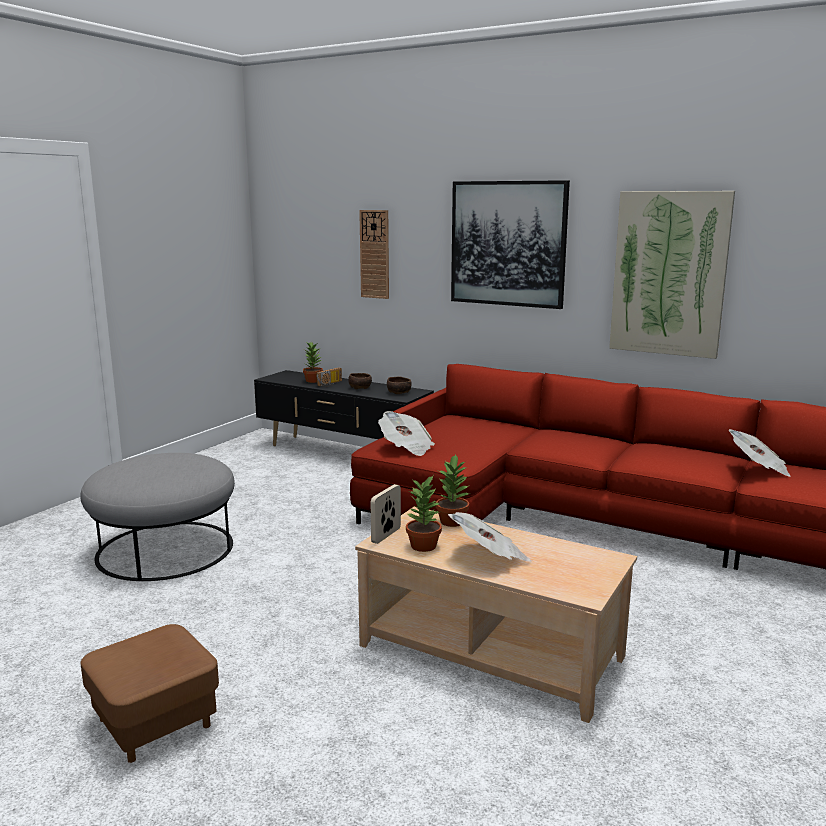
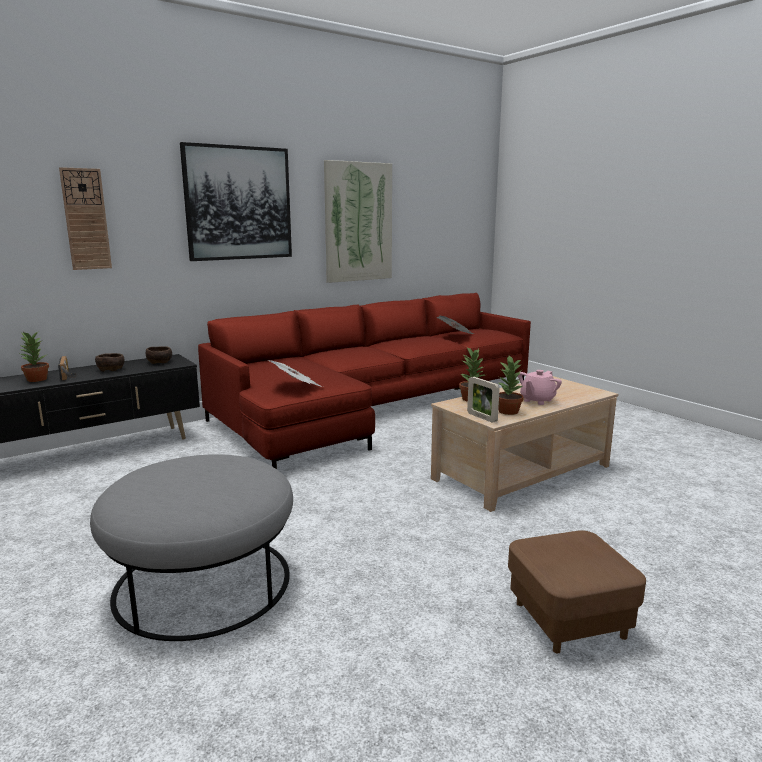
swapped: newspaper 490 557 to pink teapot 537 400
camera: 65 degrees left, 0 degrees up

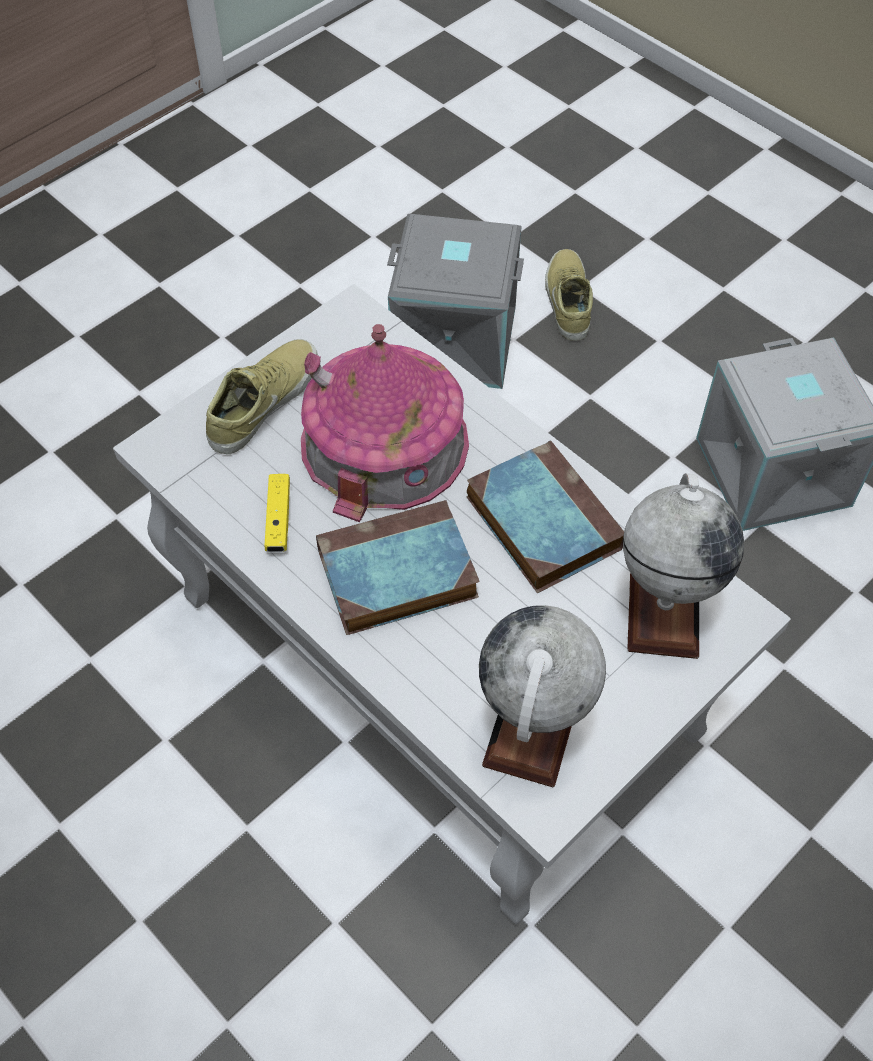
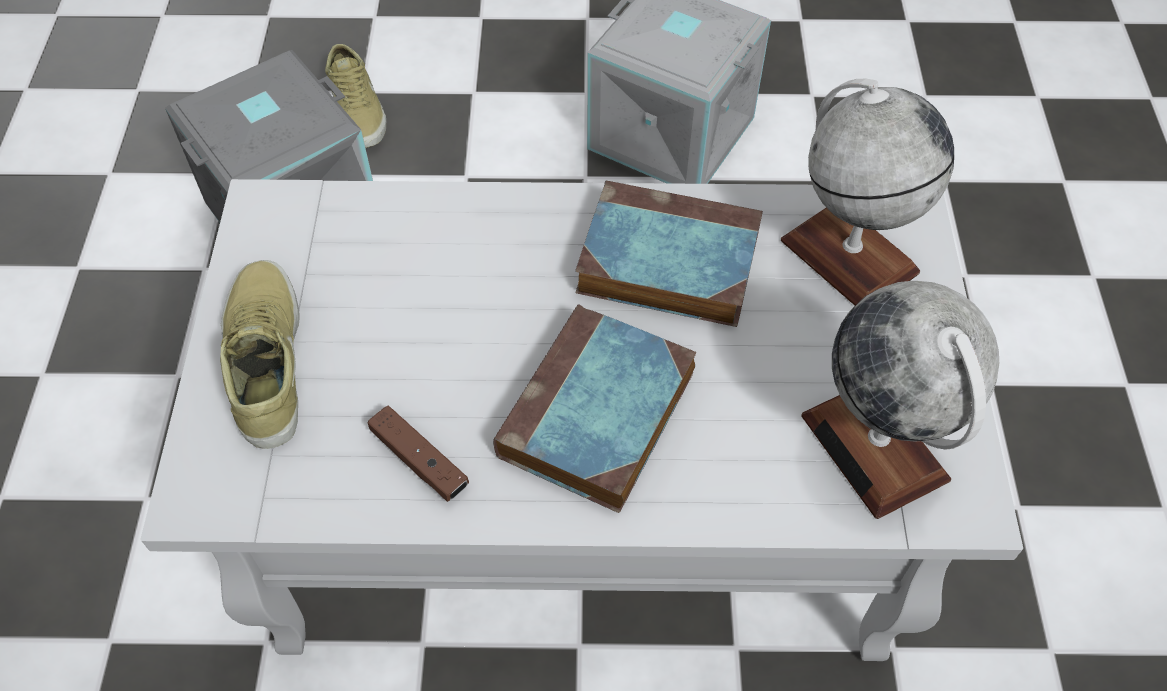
gone: toy house 384 443
repainted: yellow game controller 278 519 to brown game controller 419 460
rotated: beige shoe 566 300 = 359 111 150 degrees counterclockwise
camera: 45 degrees left, 0 degrees up

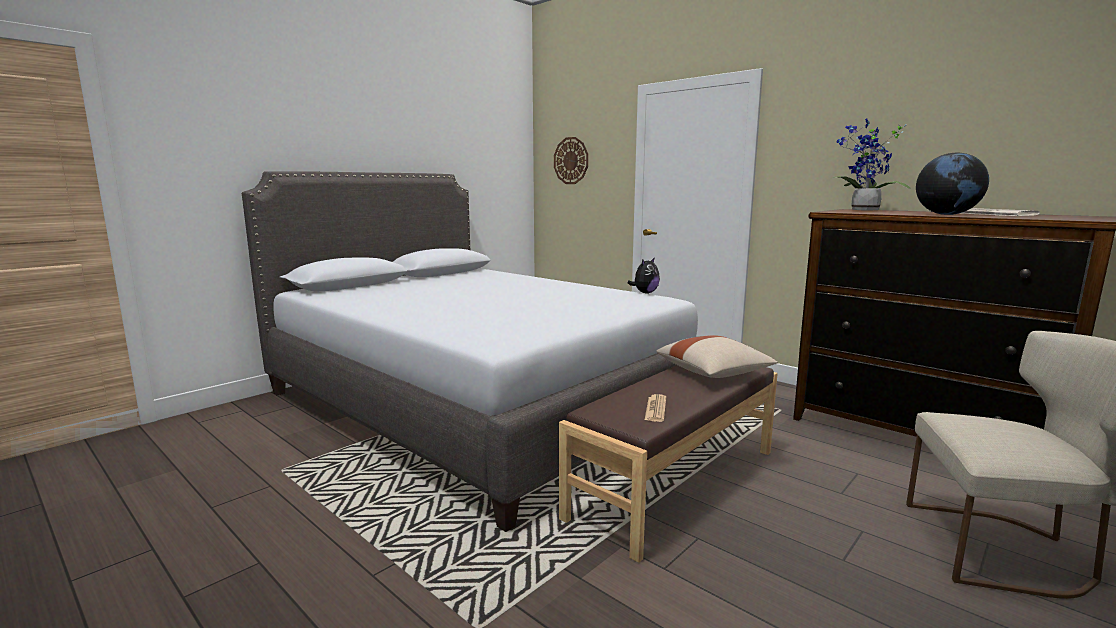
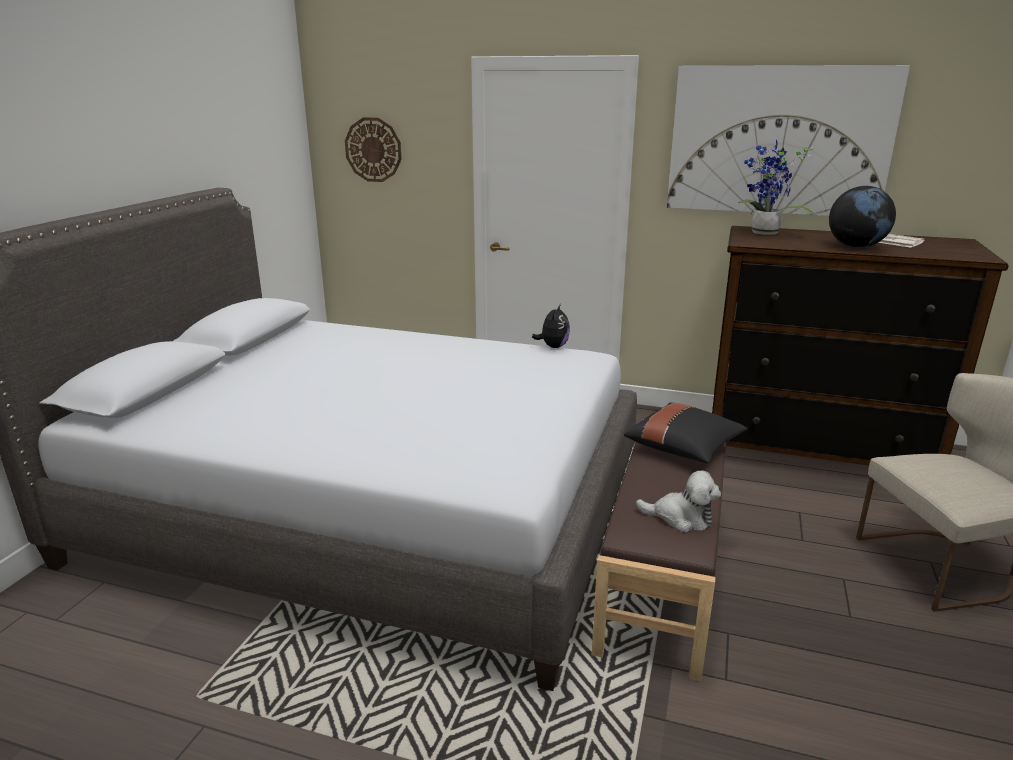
new: picture 778 141
swapped: newspaper 655 409 to plush toy 681 518
repainted: beige pillow 714 373 to black pillow 684 448
camera: 25 degrees left, 10 degrees up

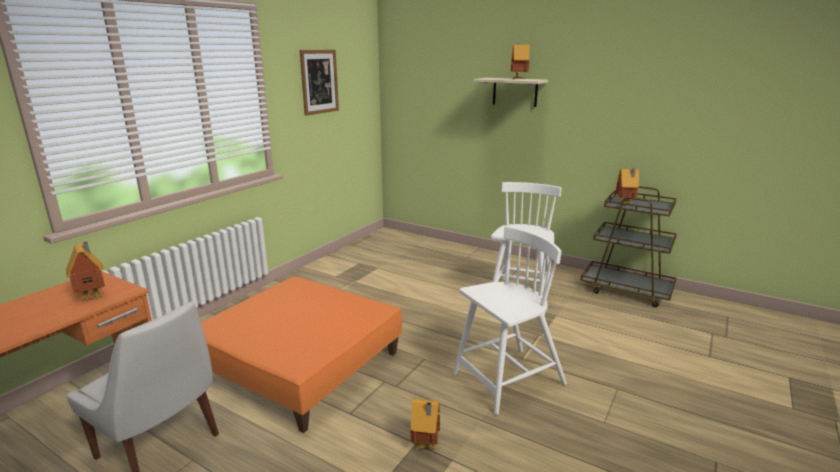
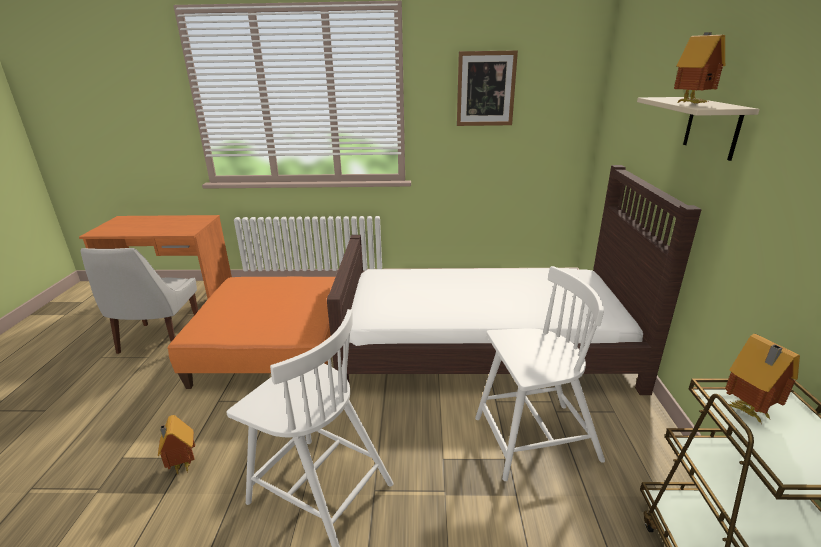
gone: toy house 93 296
new: brown bed 484 347
camera: 60 degrees right, 5 degrees up

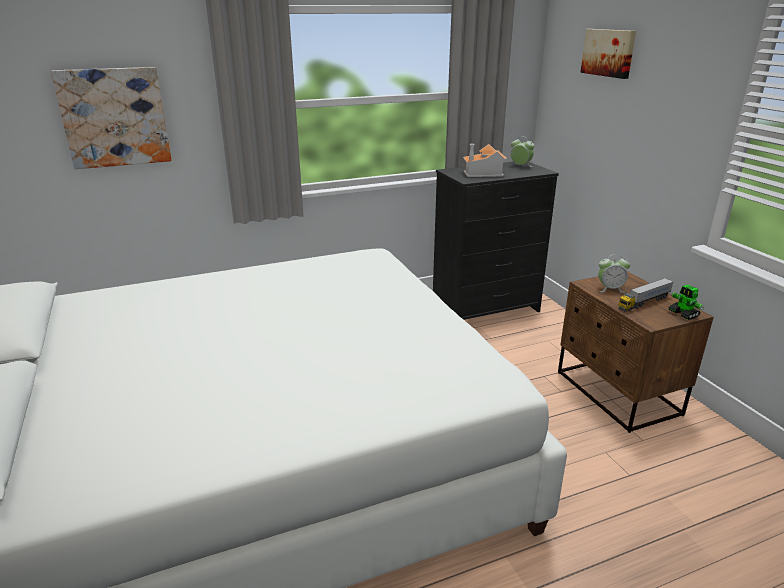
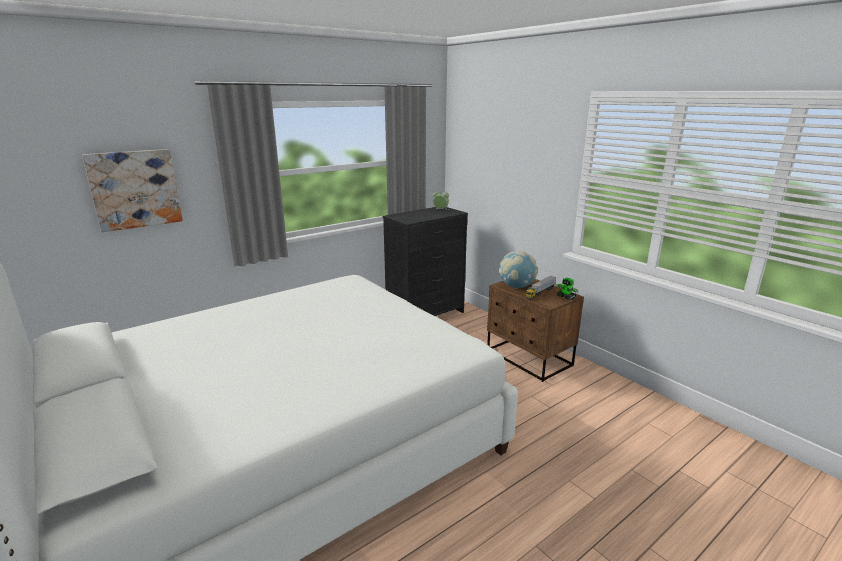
gone: toy house 484 173; picture 609 52
swapped: alarm clock 610 289 to globe 516 287
camera: 15 degrees left, 5 degrees down

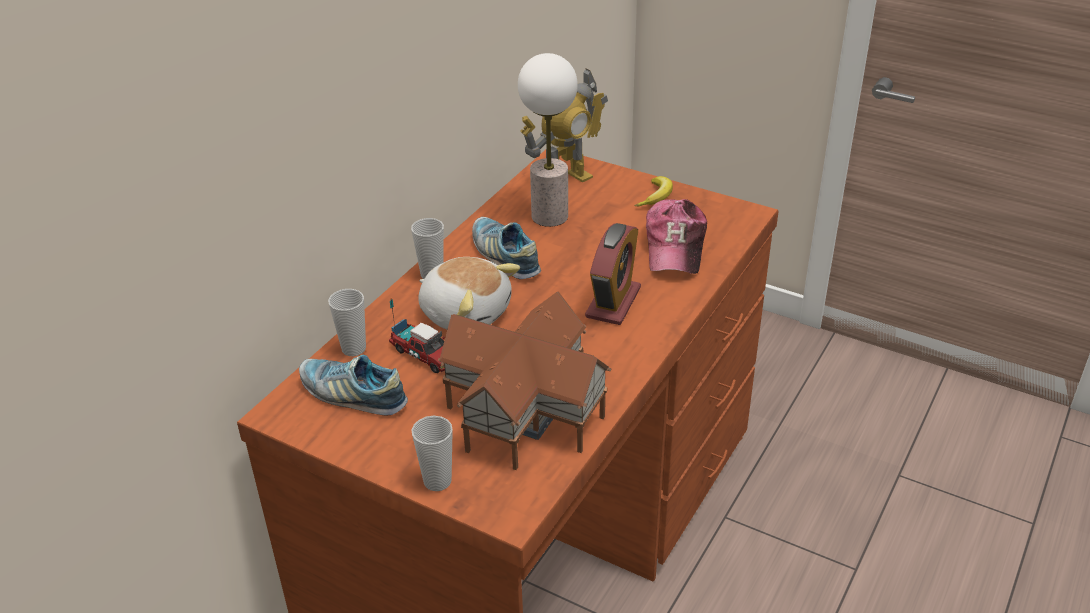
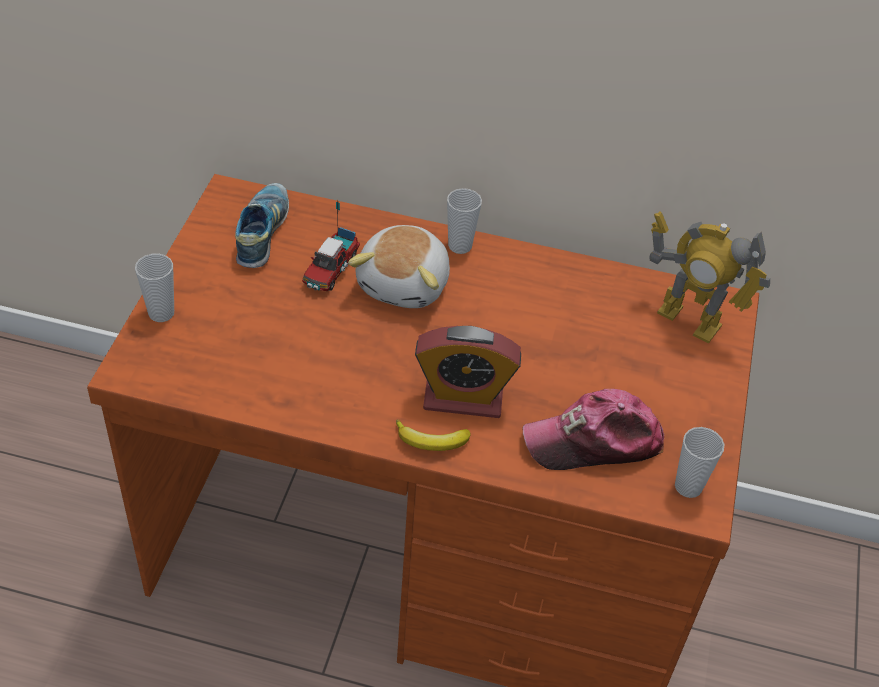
gone: toy house 528 412; shoe 505 256; table lamp 550 216
shifted: cup 353 349 to 688 486; banana 656 197 to 431 442
camera: 70 degrees right, 10 degrees up

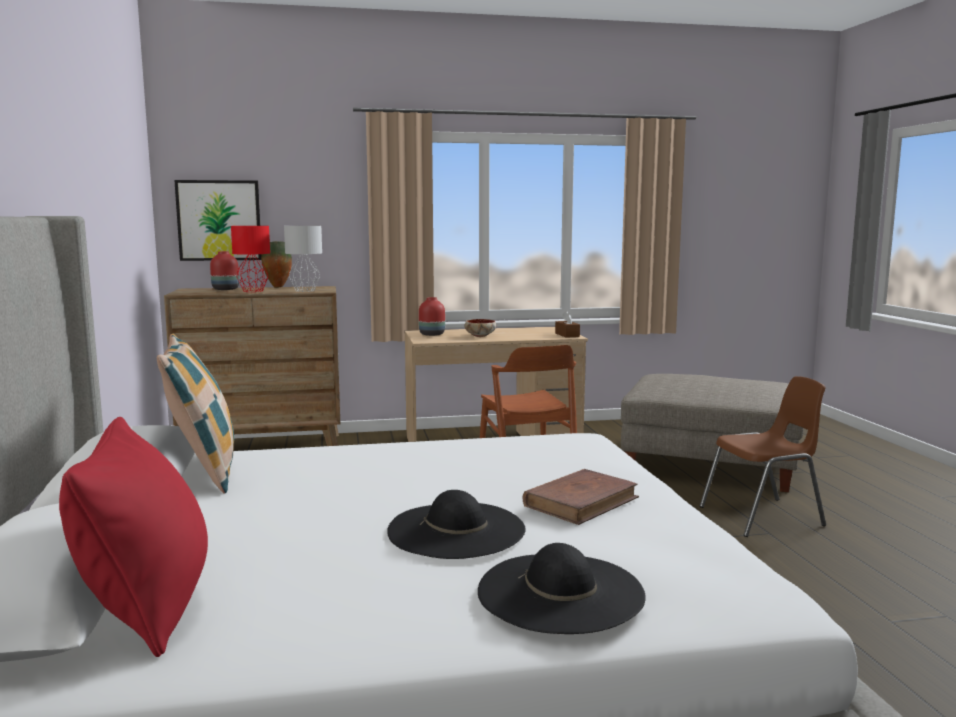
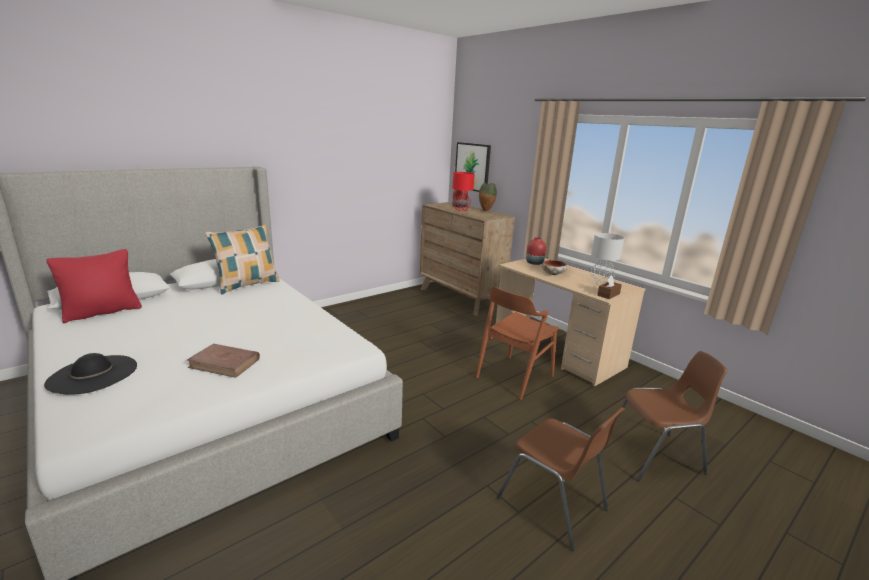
gone: black hat 456 530
shifted: grey table lamp 304 291 to 600 283
swapped: grey ottoman 711 463 to brown chair 655 456
camera: 60 degrees right, 10 degrees up

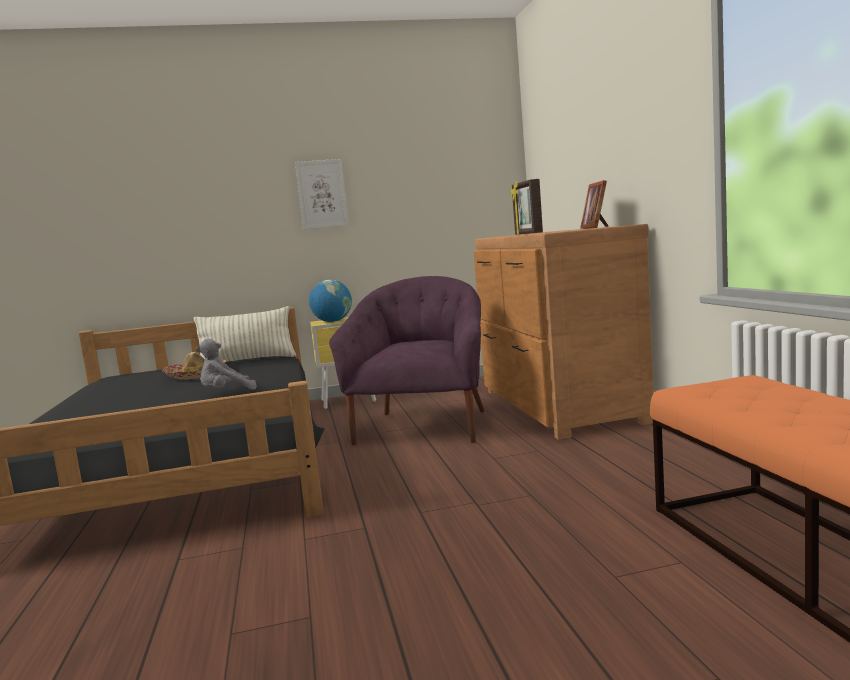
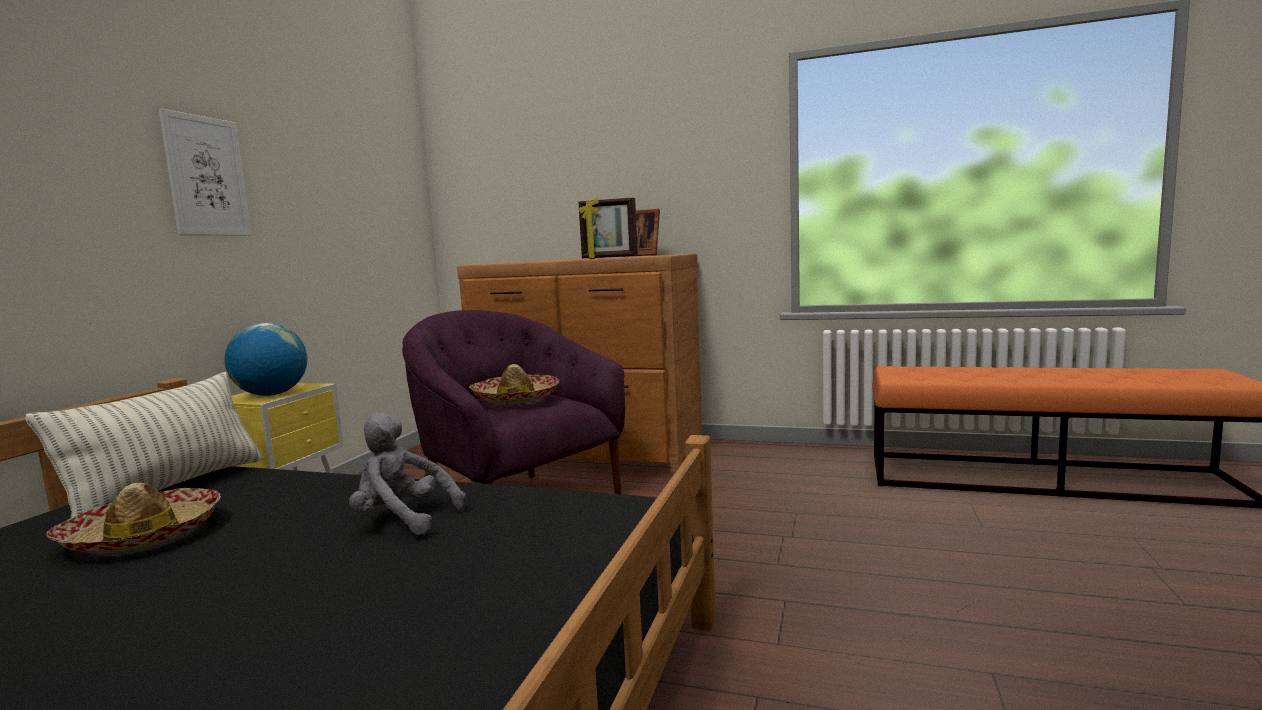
new: hat 515 398
rotated: grey plush toy 226 393 = 403 520 105 degrees clockwise
camera: 60 degrees left, 0 degrees up

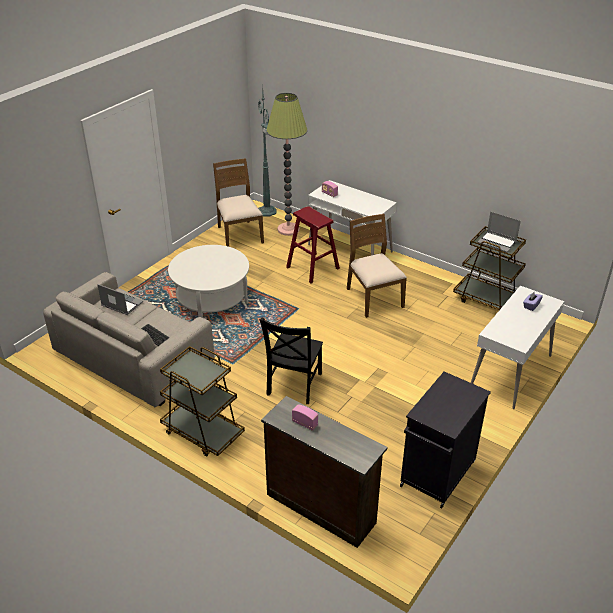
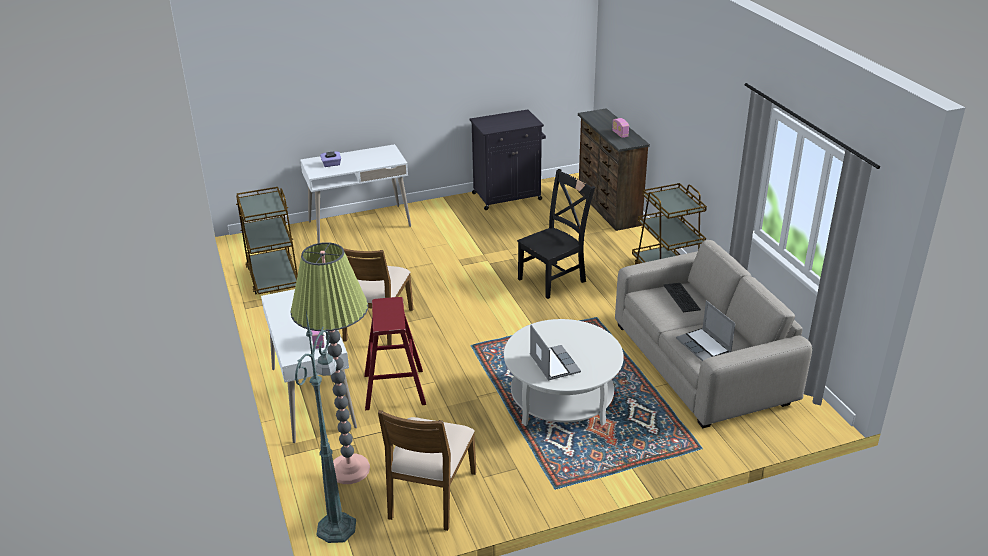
shifted: laptop 497 243 to 553 364
camera: 145 degrees left, 5 degrees down

